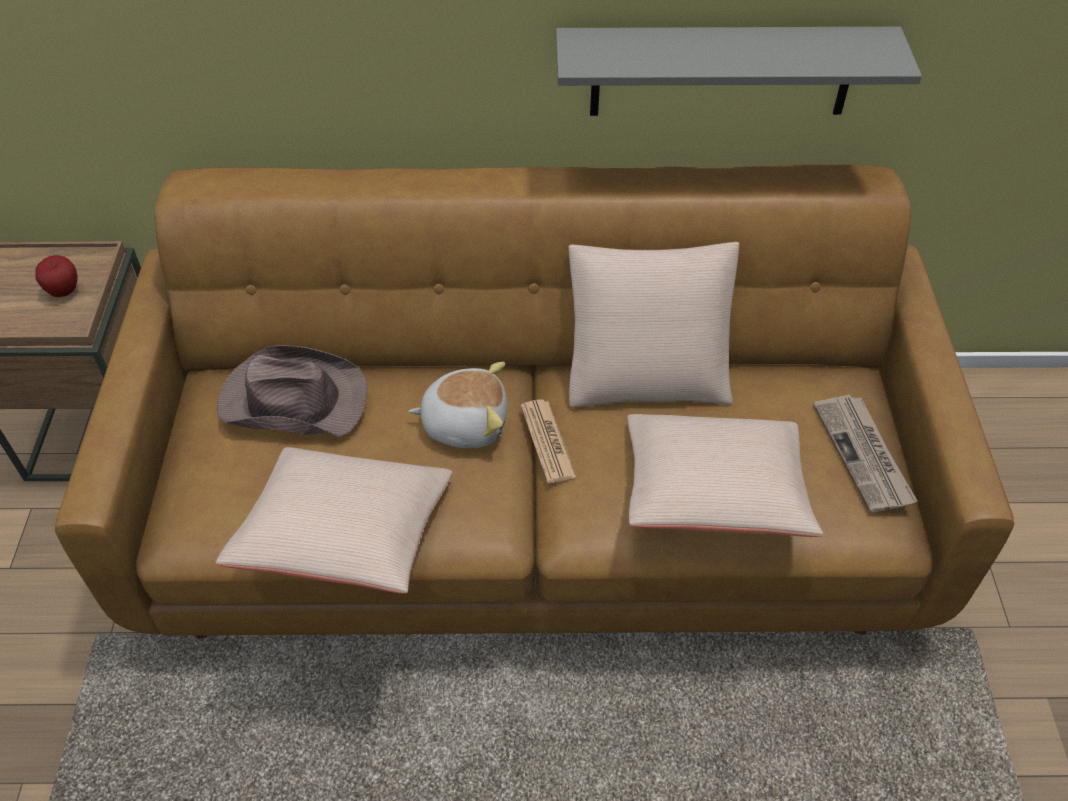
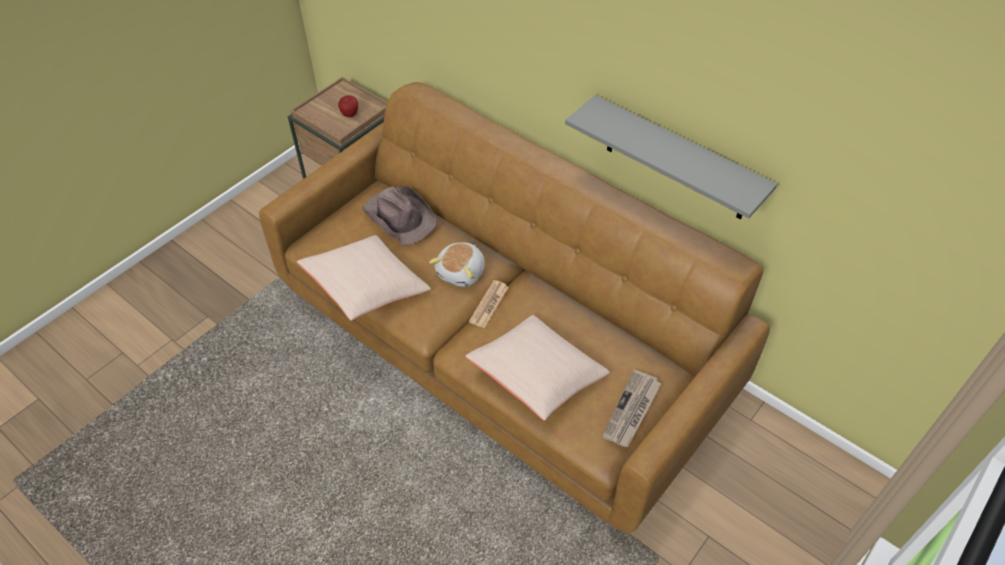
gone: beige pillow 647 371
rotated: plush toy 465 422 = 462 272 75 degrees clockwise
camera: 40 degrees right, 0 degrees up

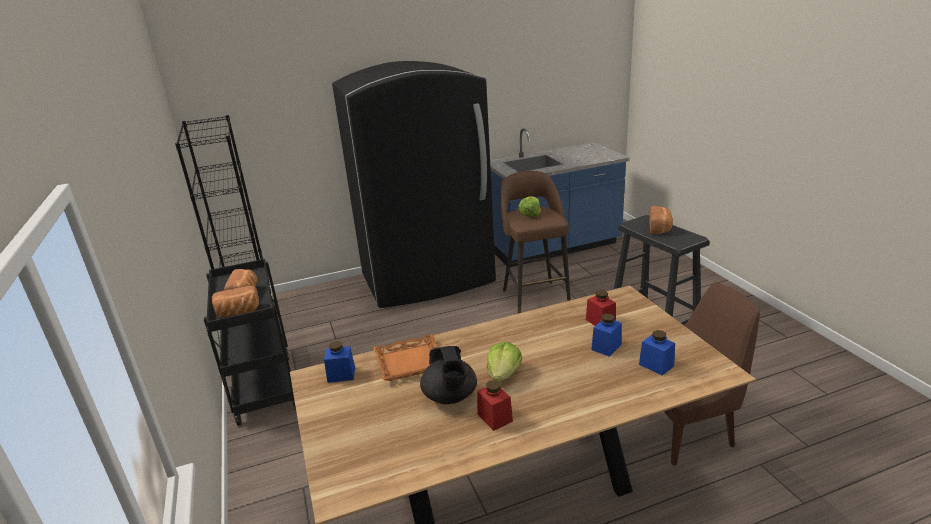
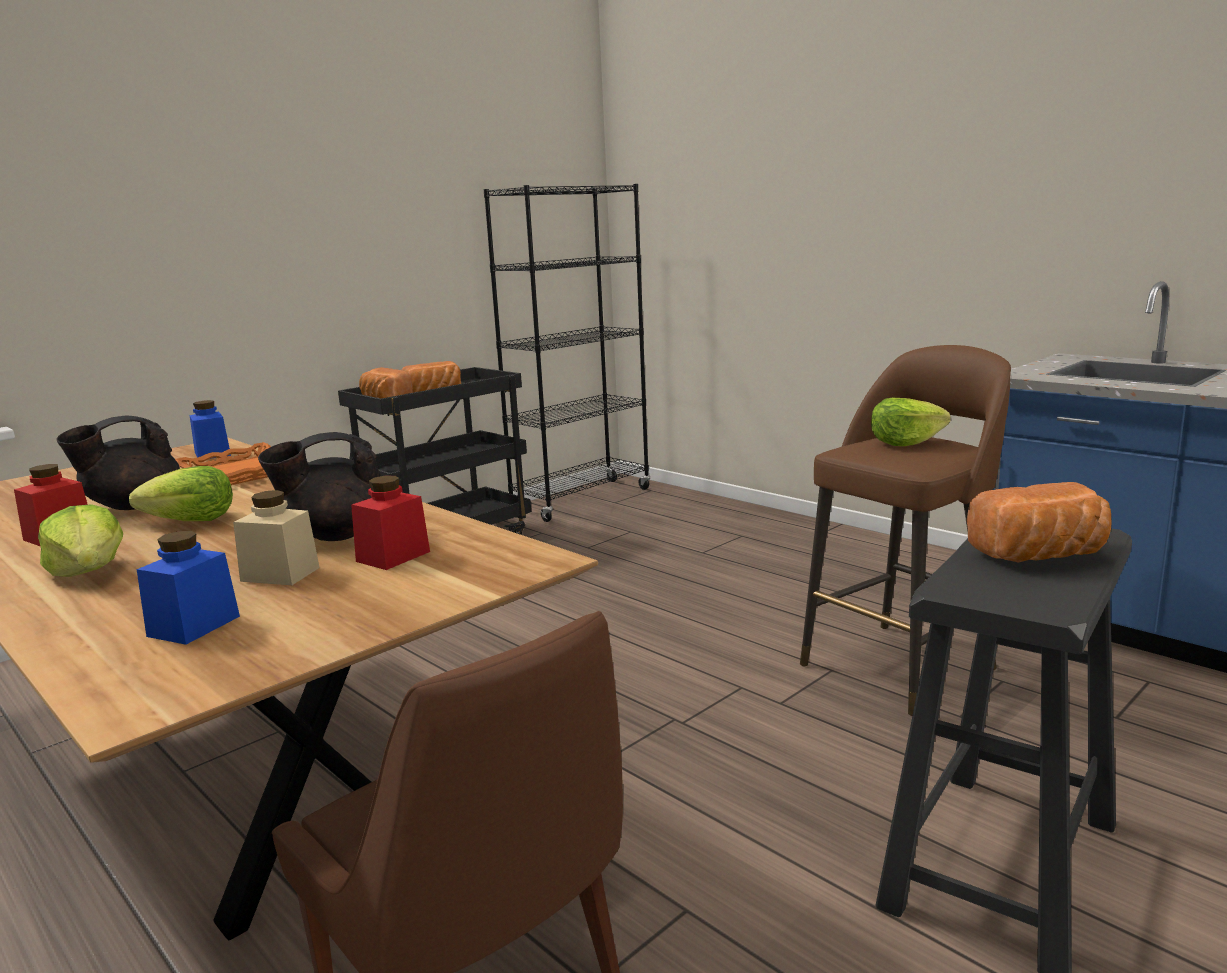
gone: black fridge 428 280
new: lettuce 89 572; black teapot 336 535
repainted: blue jar 606 347 to beige jar 280 574
camera: 65 degrees right, 10 degrees down

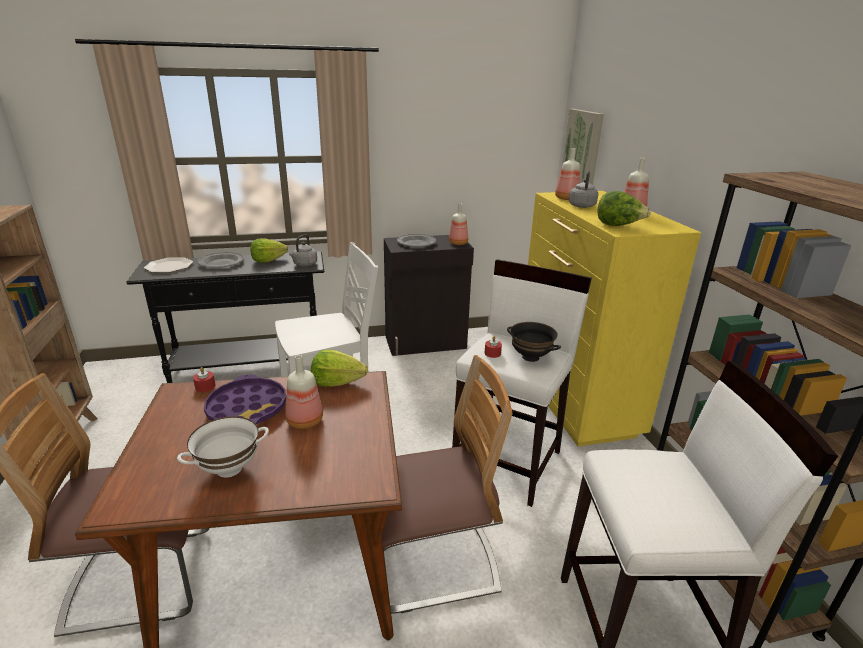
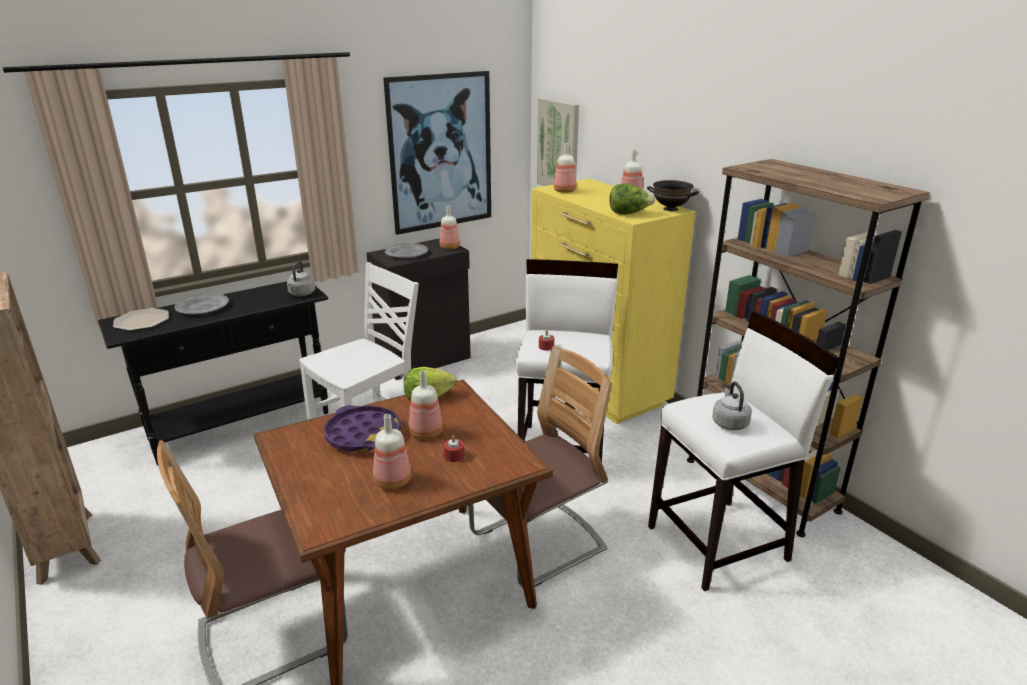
gone: lettuce 268 260
new: picture 440 152
shifted: red candle 205 386 to 454 455; black bowl 530 357 to 670 209; grey kettle 582 205 to 729 423
swapped: white bowl 229 469 to bottle 393 482
camera: 20 degrees left, 0 degrees up

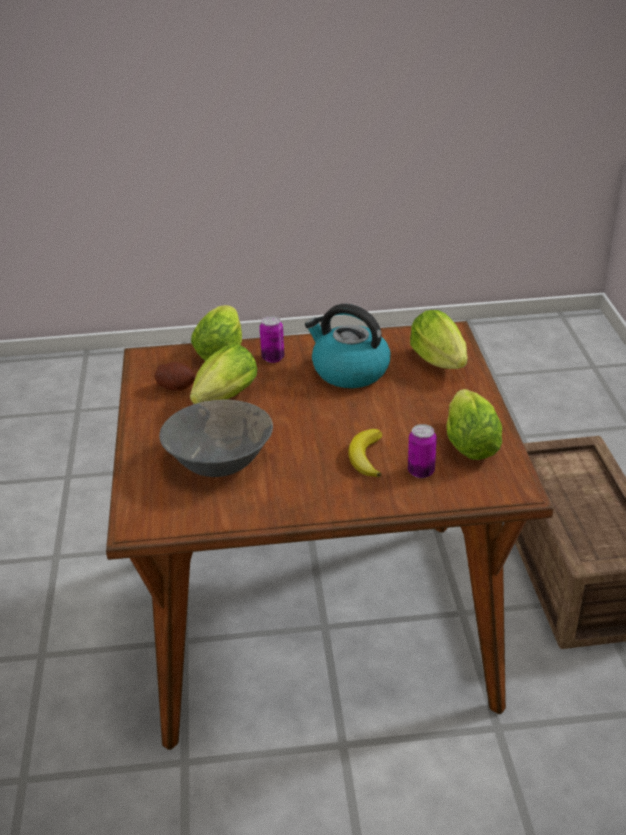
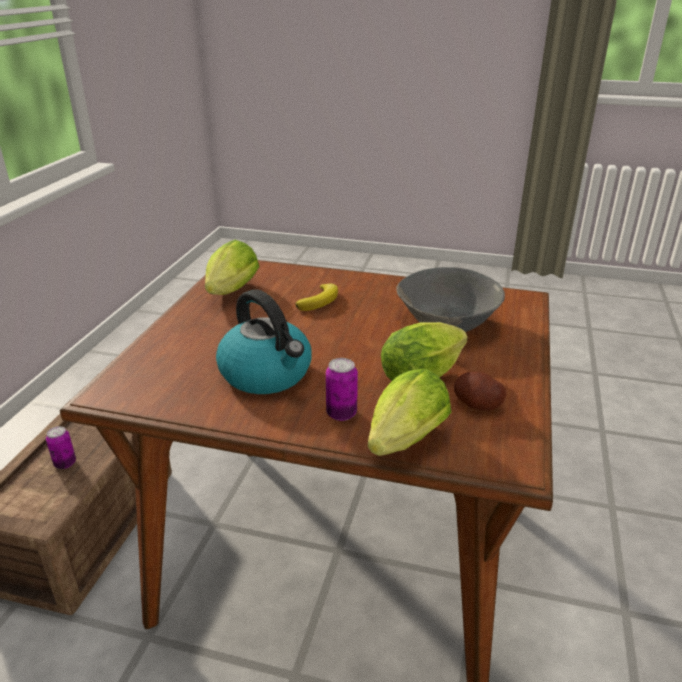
gone: lettuce 441 364
shifted: can 421 472 to 65 463
camera: 160 degrees left, 5 degrees down

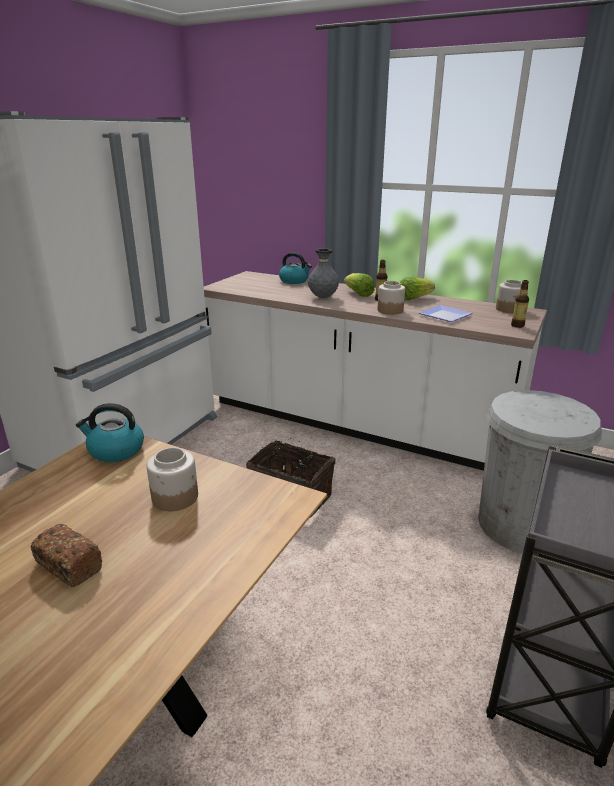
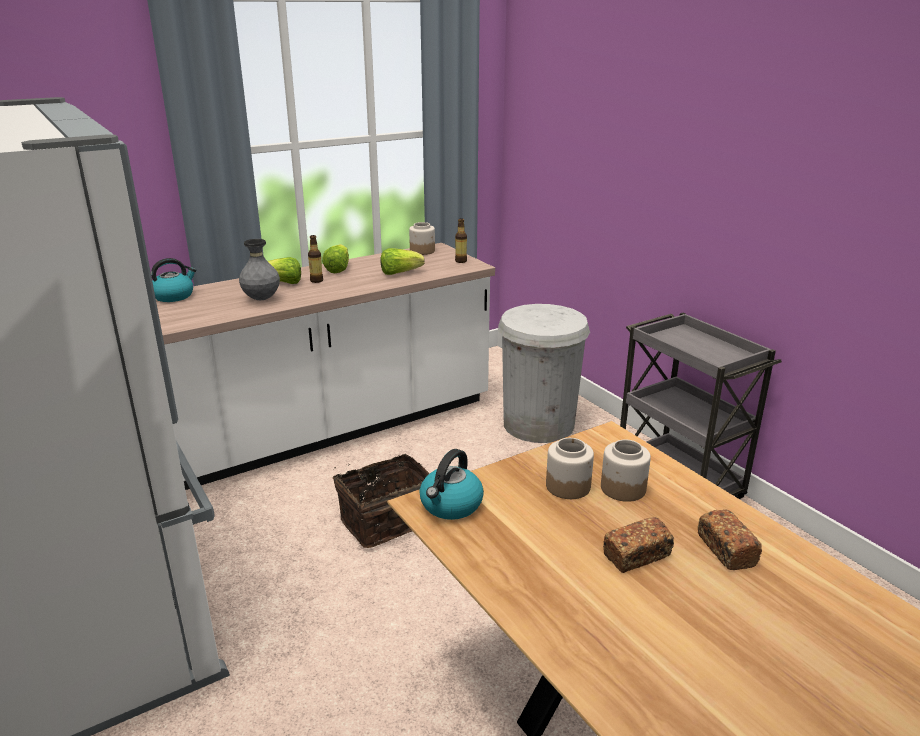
new: bread 725 550
shifted: jar 390 310 to 622 488
swapped: plate 444 315 to lettuce 400 273
camera: 60 degrees left, 0 degrees up

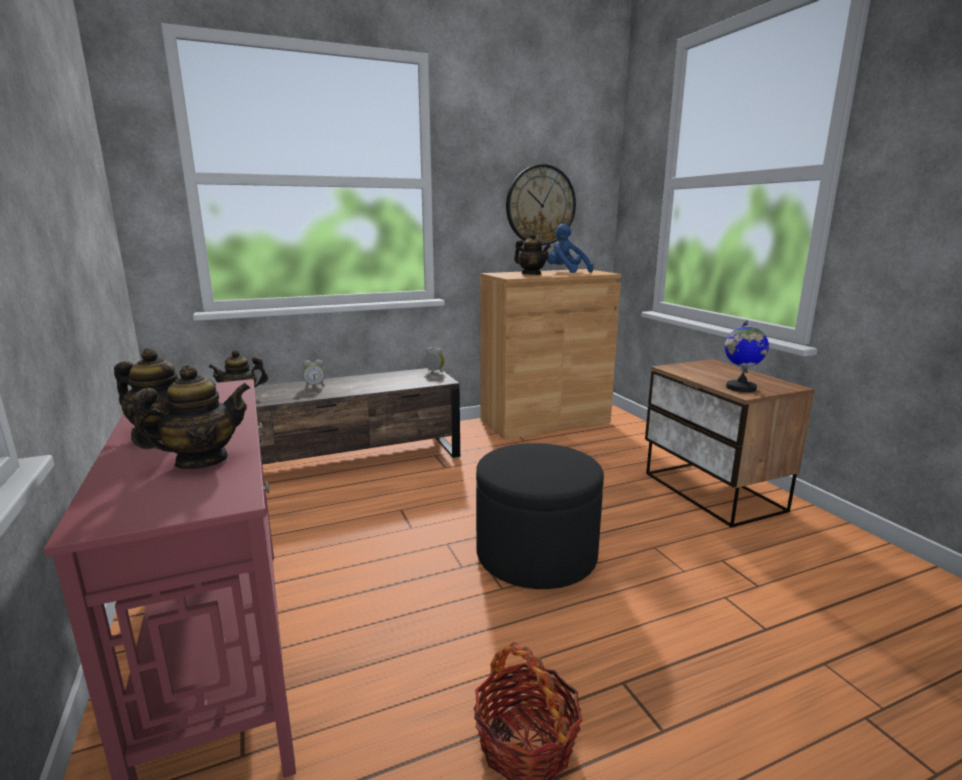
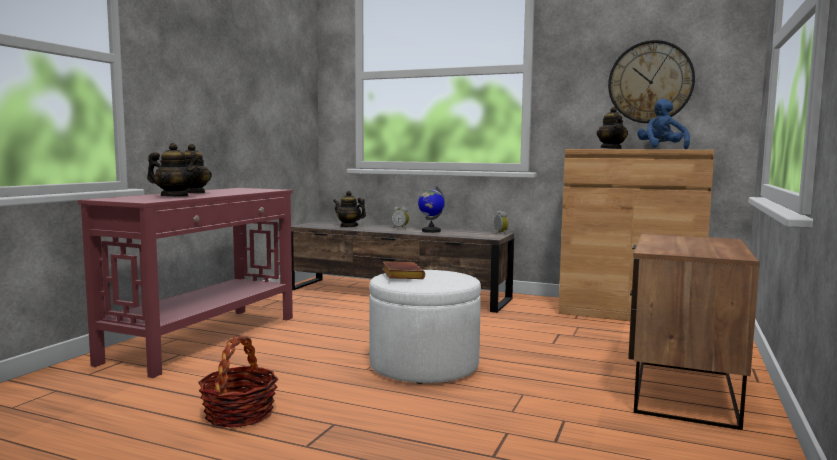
new: brown book 400 275
shifted: globe 740 388 to 431 231
repainted: black ottoman 536 555 to white ottoman 424 366
camera: 45 degrees right, 10 degrees down

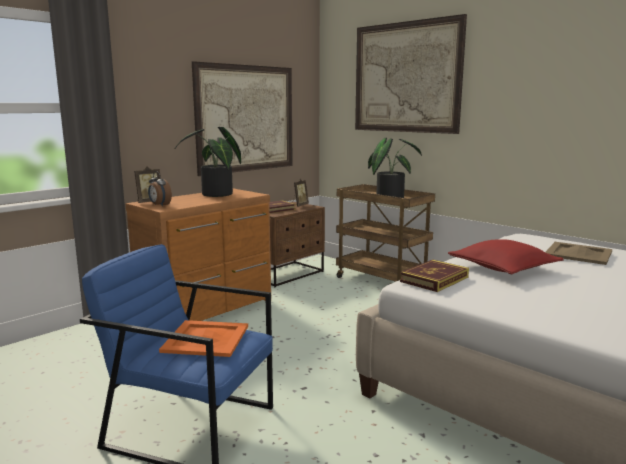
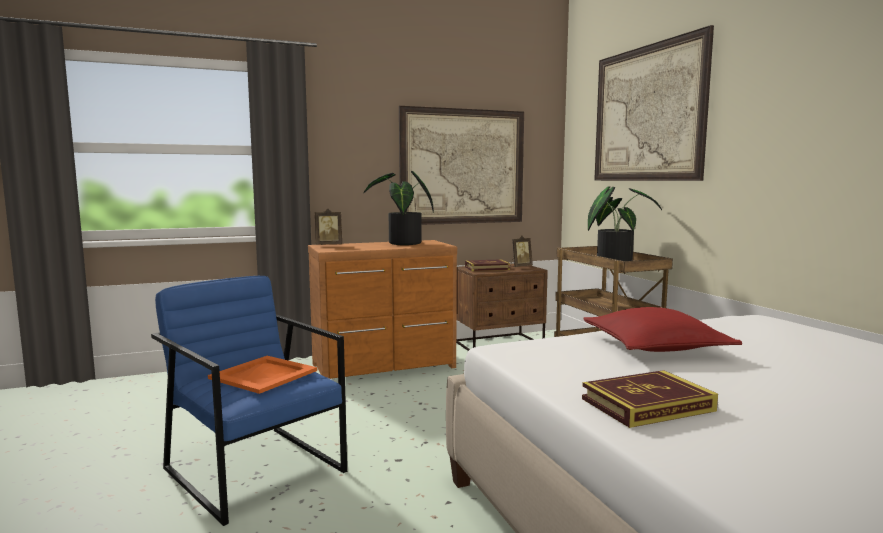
gone: alarm clock 159 205; beige tray 579 253
shifted: book 434 279 to 647 405
camera: 25 degrees right, 5 degrees down

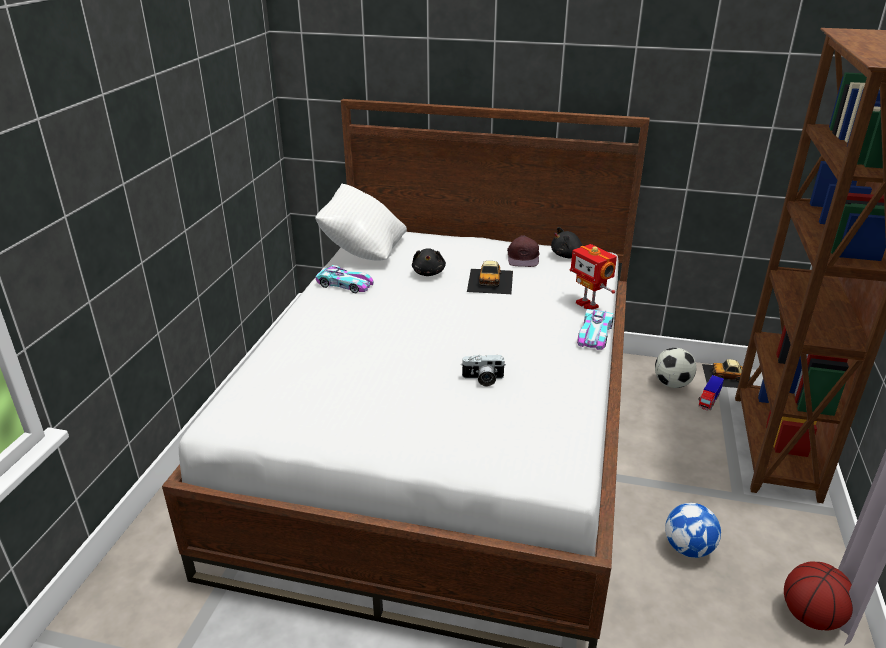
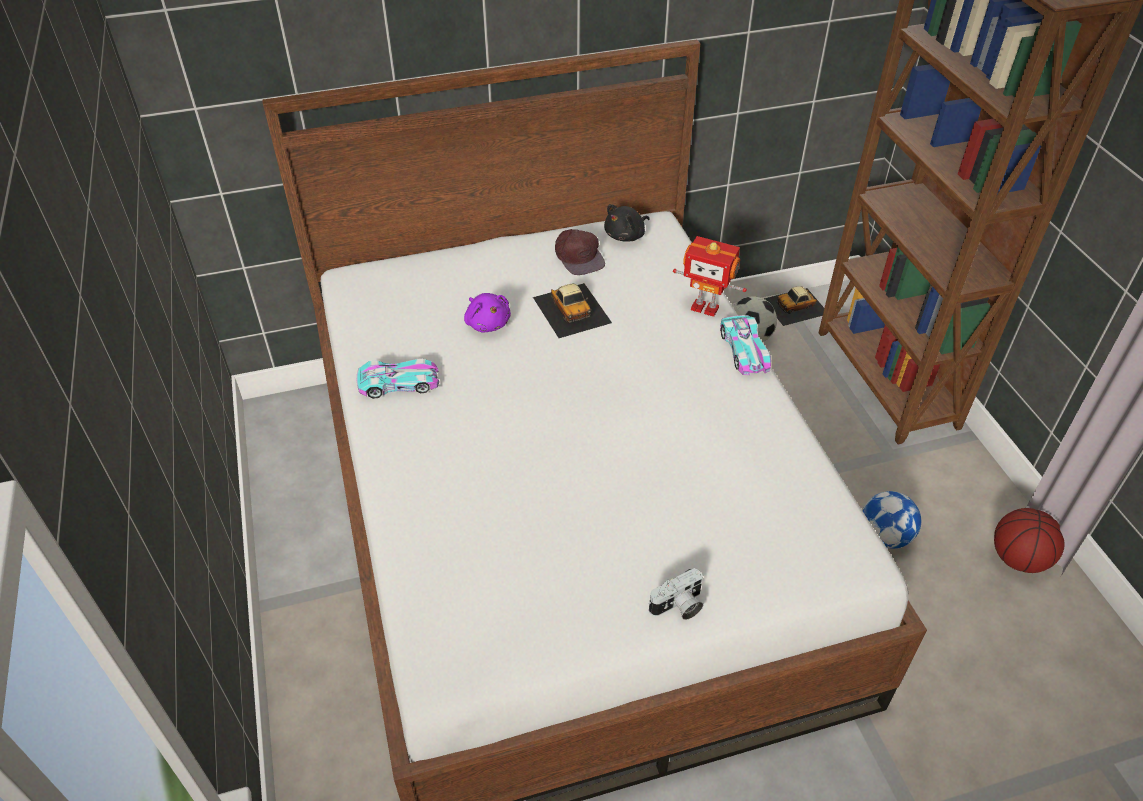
gone: white pillow 363 251; toy truck 709 401
shifted: photo camera 483 379 to 678 607
repainted: black plush toy 428 273 to purple plush toy 487 323
camera: 30 degrees left, 15 degrees up

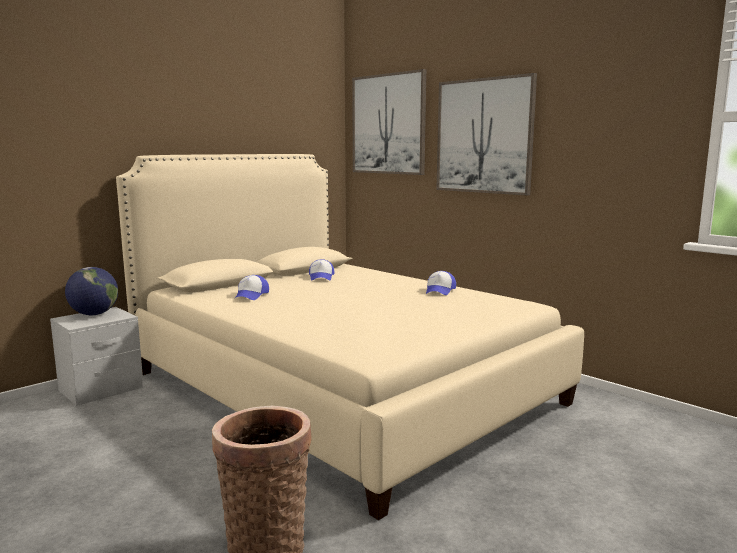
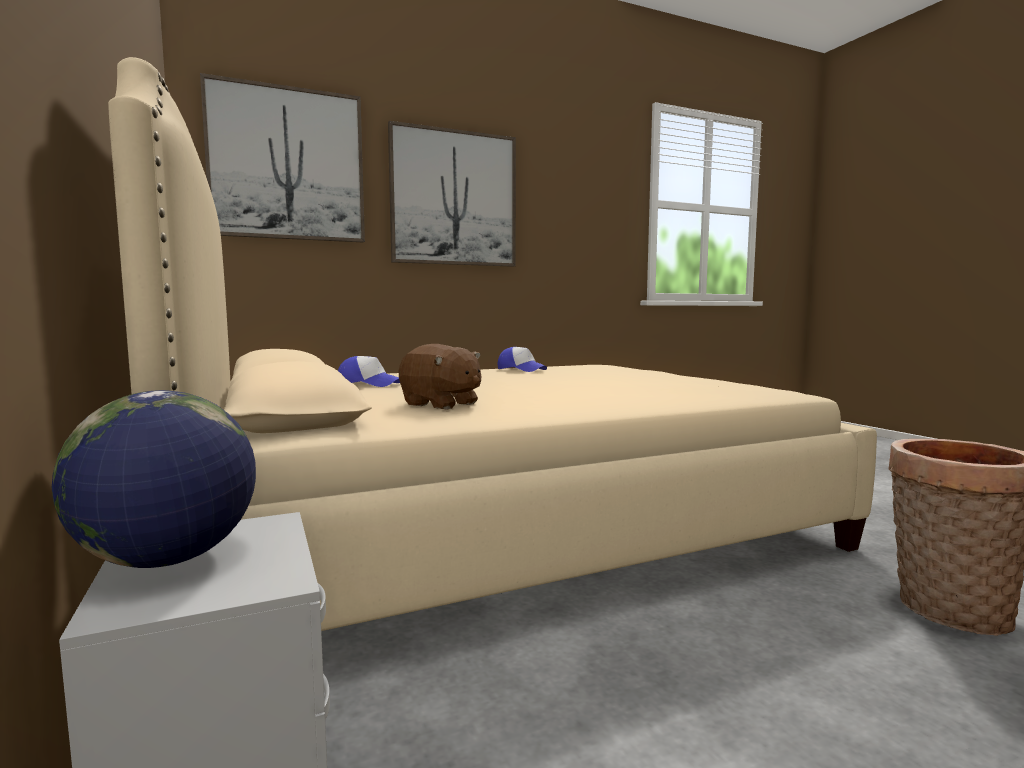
swapped: cap 251 295 to brown plush toy 441 404
camera: 70 degrees left, 5 degrees down

